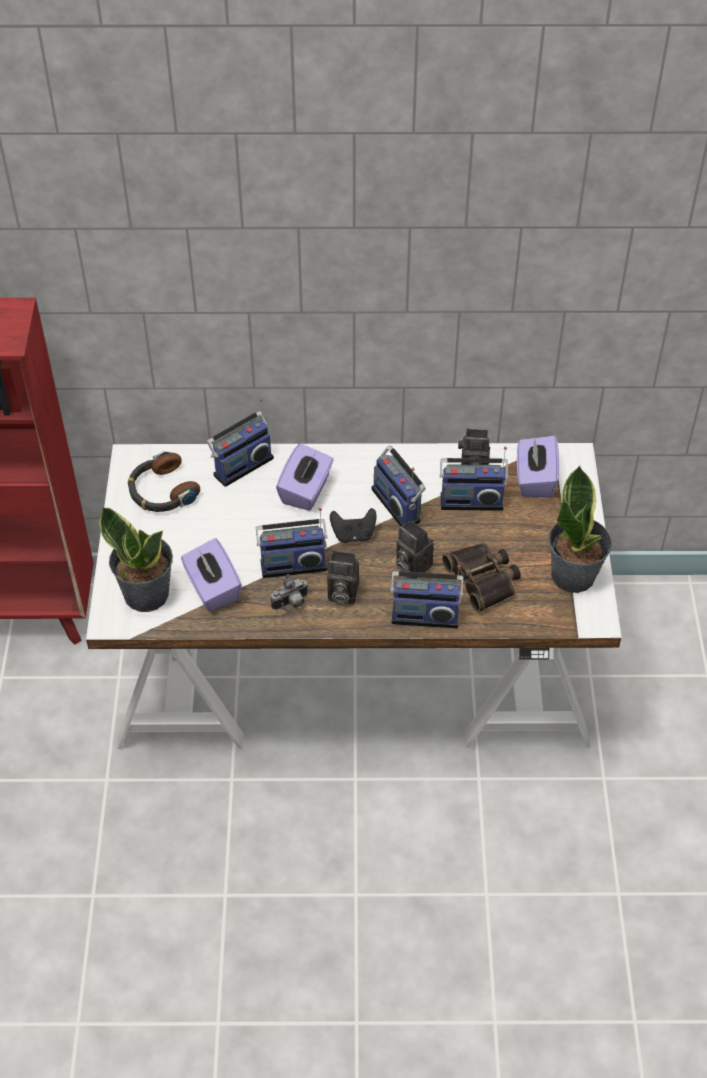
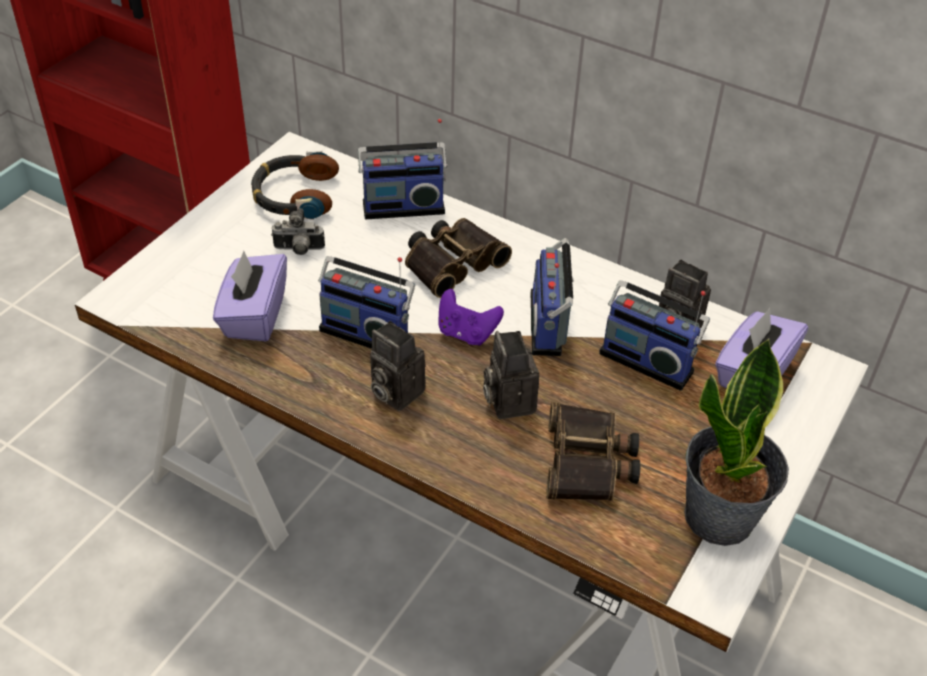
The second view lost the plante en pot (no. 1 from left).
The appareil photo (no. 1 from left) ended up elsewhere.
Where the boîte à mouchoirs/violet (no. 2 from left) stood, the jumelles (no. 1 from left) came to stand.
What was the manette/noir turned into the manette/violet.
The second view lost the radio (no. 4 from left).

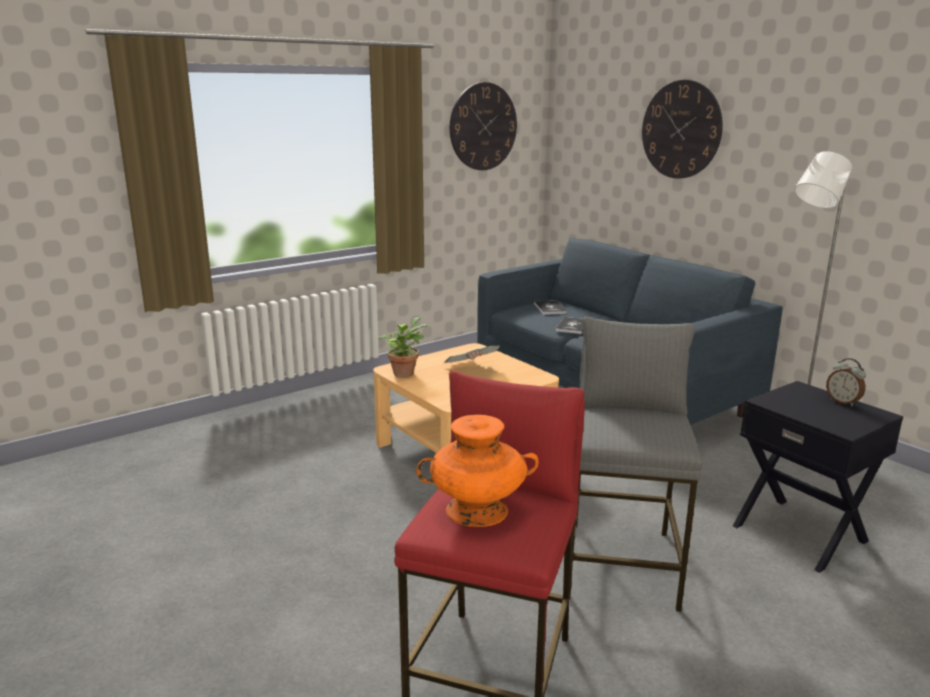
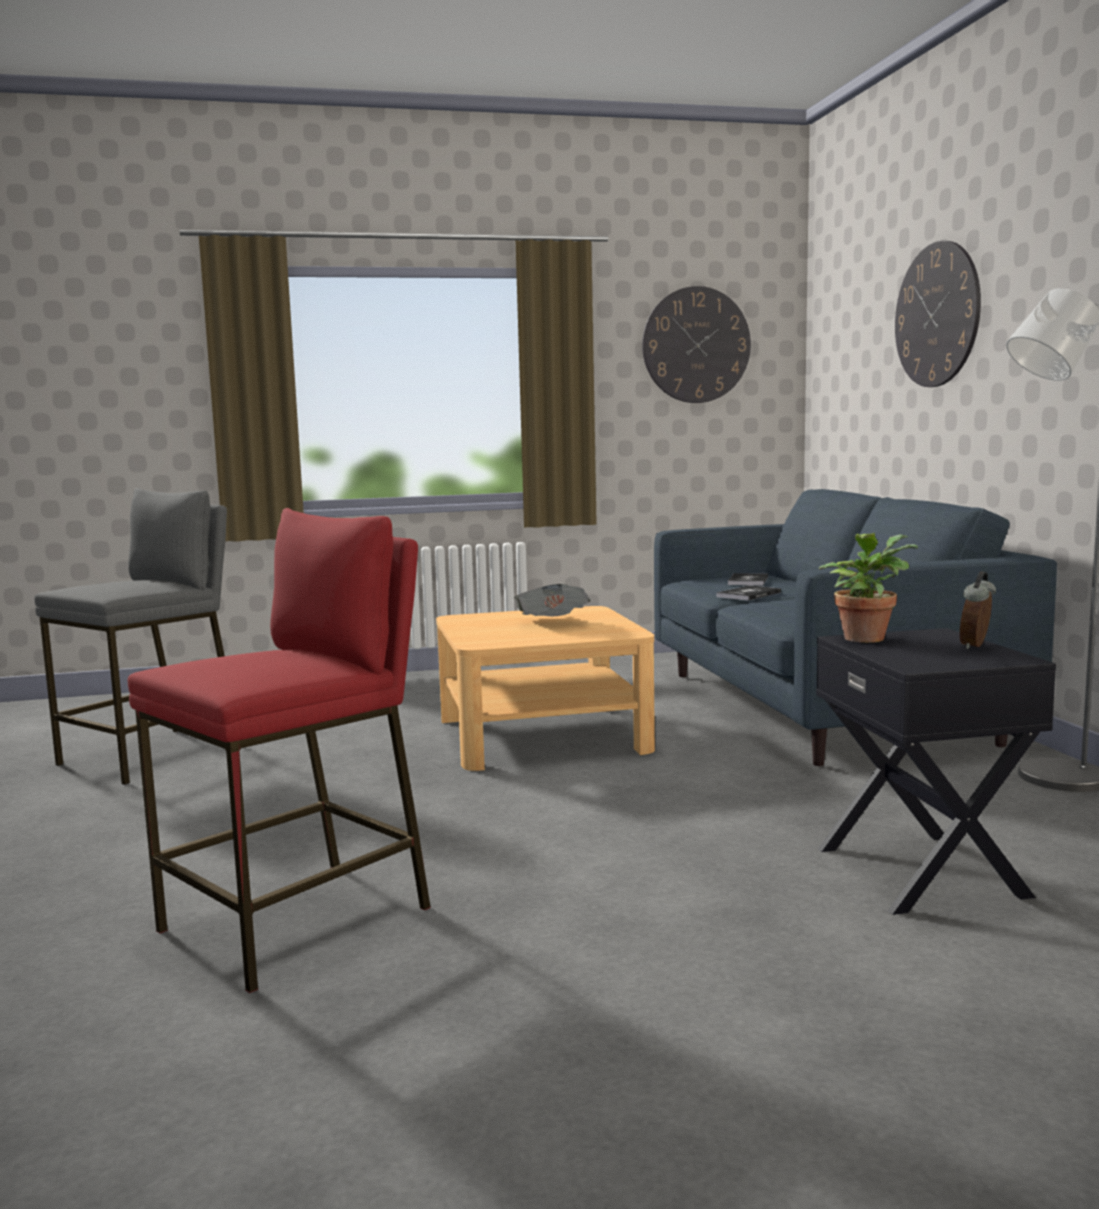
The plante en pot ended up elsewhere.
The second view lost the vase/orange.
The tabouret/gris ended up elsewhere.
The réveil ended up facing another way, 45 degrees clockwise from before.

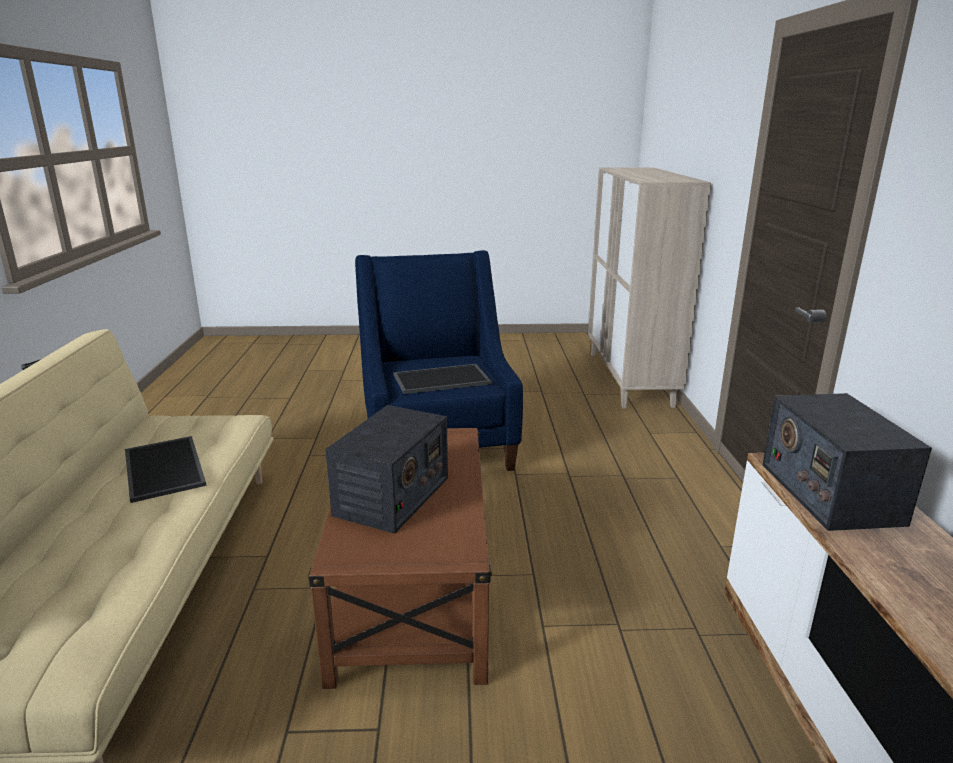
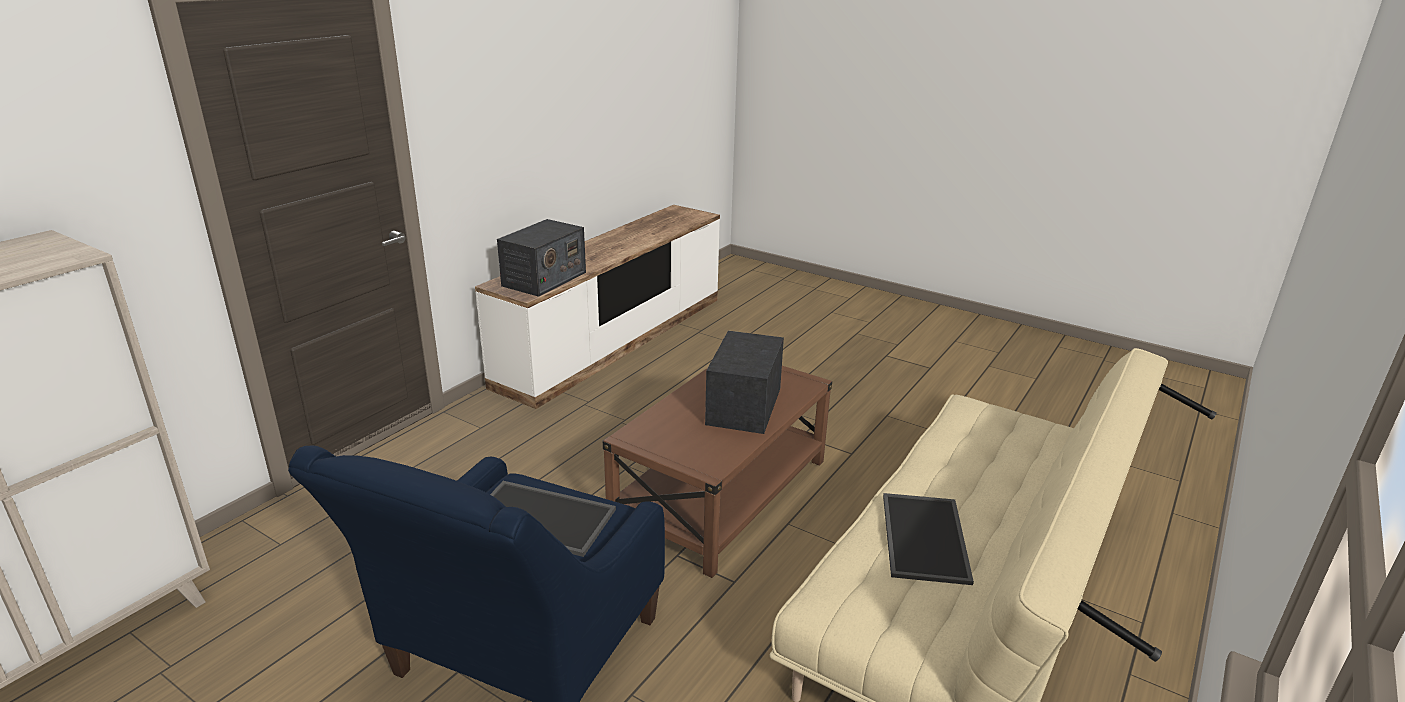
The radio (no. 1 from left in the first image) ended up facing another way, 45 degrees counterclockwise from before.

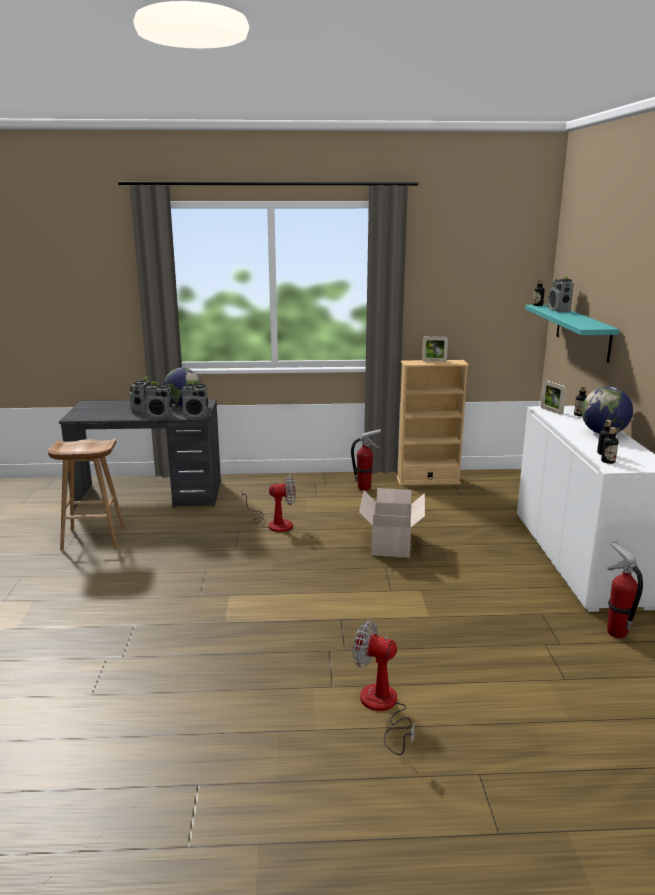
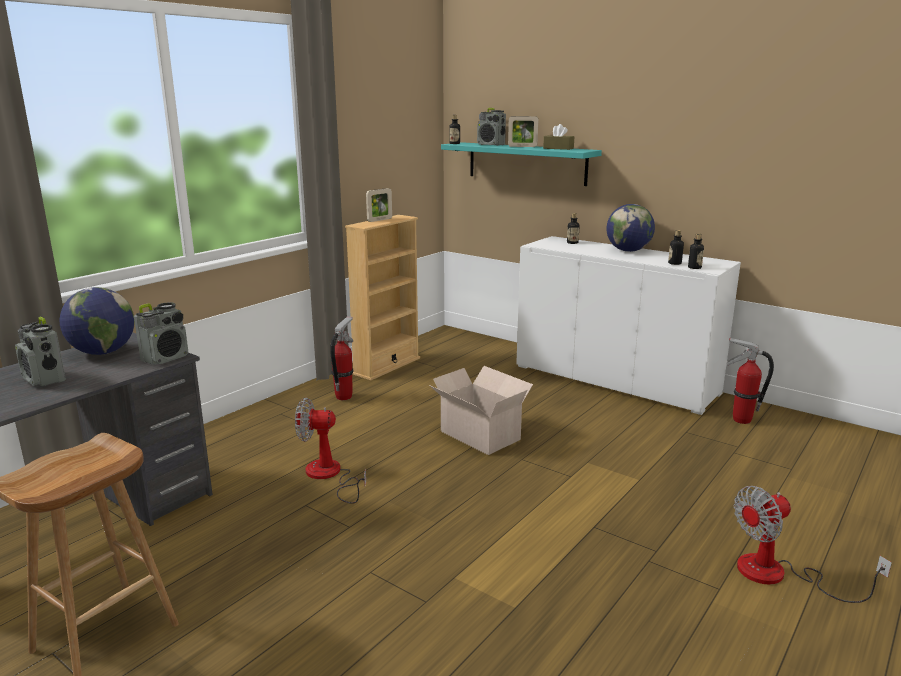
The second view lost the radio (no. 2 from left).
The ventilateur (no. 1 from left) ended up facing another way, 120 degrees counterclockwise from before.
The cadre photo (no. 2 from left) ended up elsewhere.
The second view gained the boîte à mouchoirs/marron.

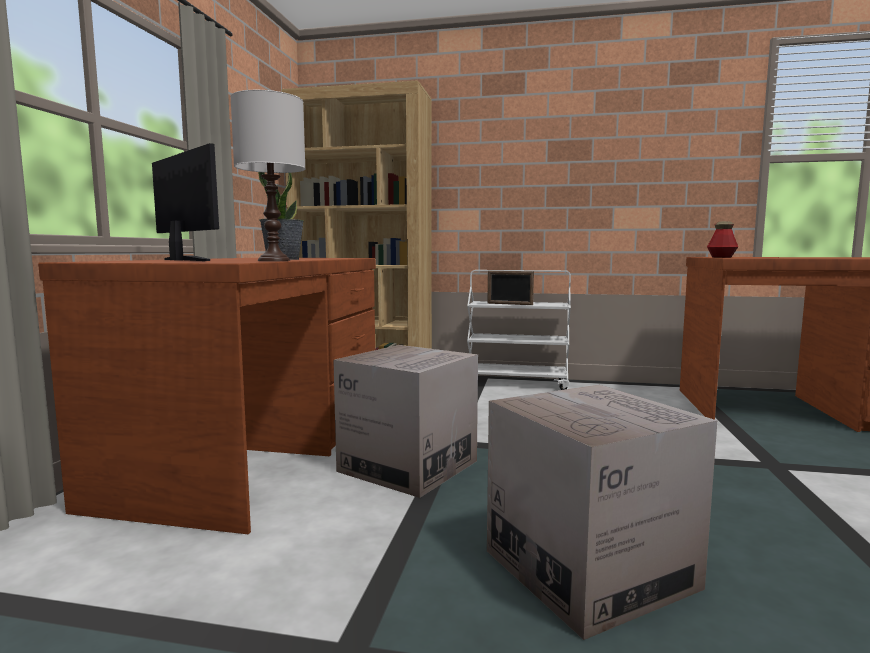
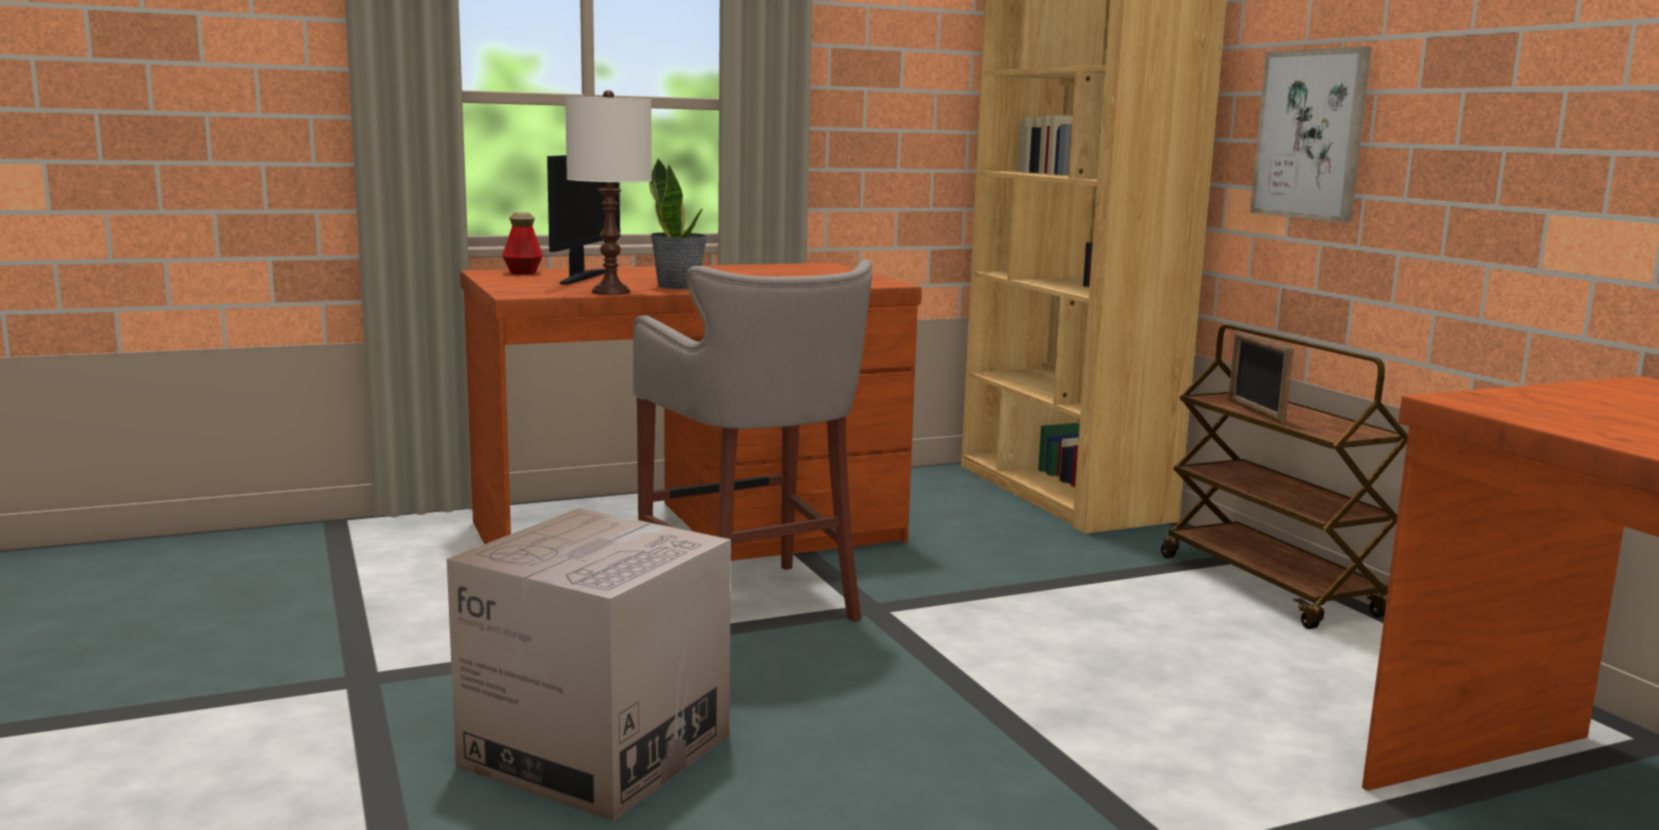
Where the carton (no. 1 from left) stood, the tabouret/gris came to stand.
What was the chariot/blanc turned into the chariot/marron.
The bouteille ended up elsewhere.
The second view gained the tableau.

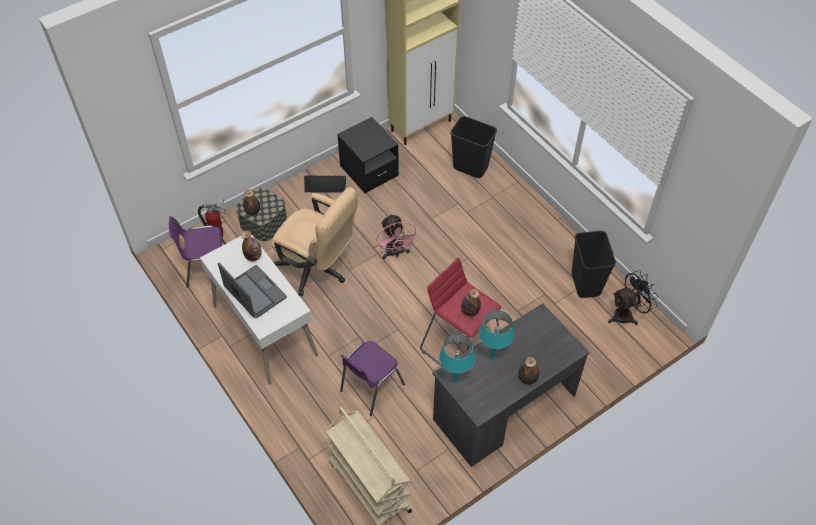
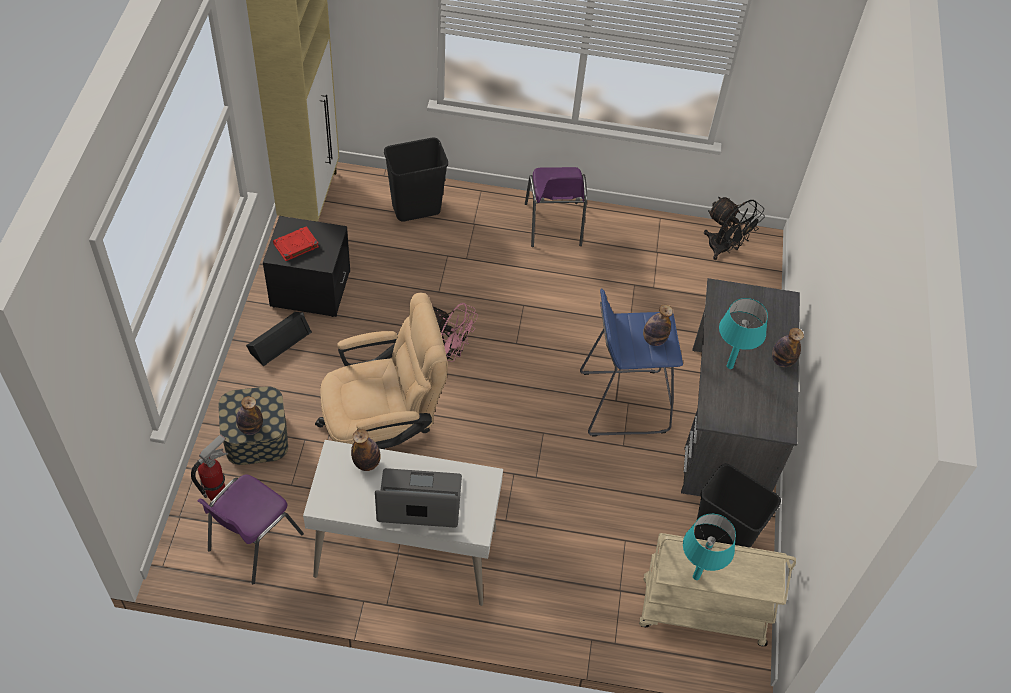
The chaise/violet (no. 2 from left) ended up elsewhere.
What was the tabouret/rouge turned into the tabouret/bleu.
The lampe de table/turquoise (no. 1 from left) ended up elsewhere.
The poubelle/noir (no. 2 from left) ended up elsewhere.
The ventilateur/noir ended up facing another way, 120 degrees clockwise from before.
The second view gained the livre/rouge.

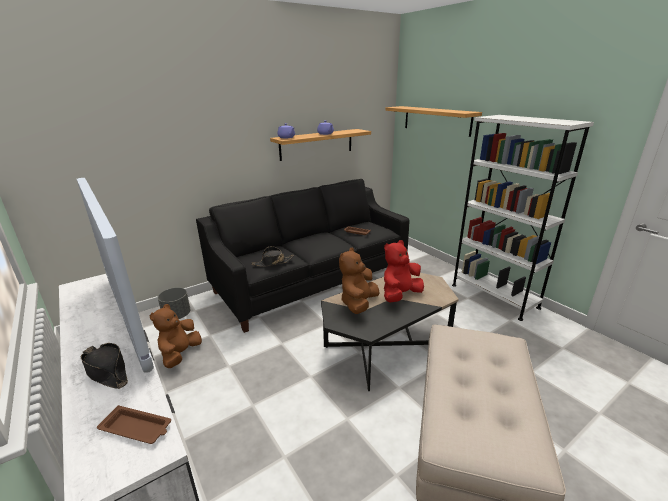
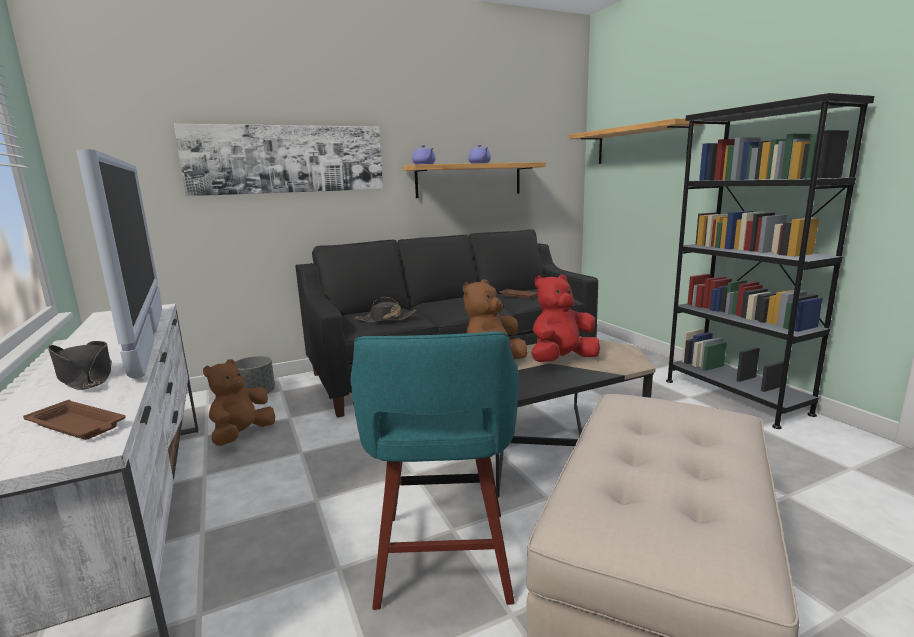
What was the bibliothèque/blanc turned into the bibliothèque/noir.
The second view gained the tableau.
The second view gained the tabouret/turquoise.

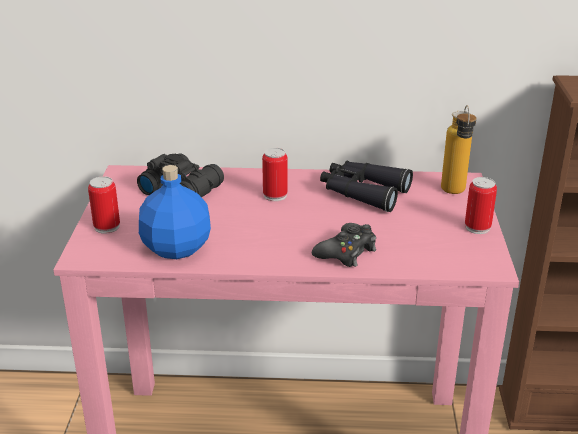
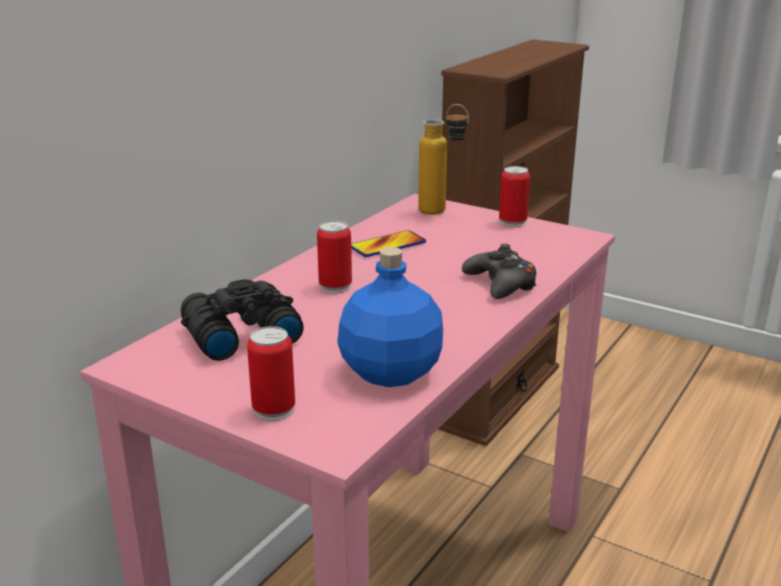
Where the jumelles/noir (no. 2 from left) stood, the téléphone came to stand.

